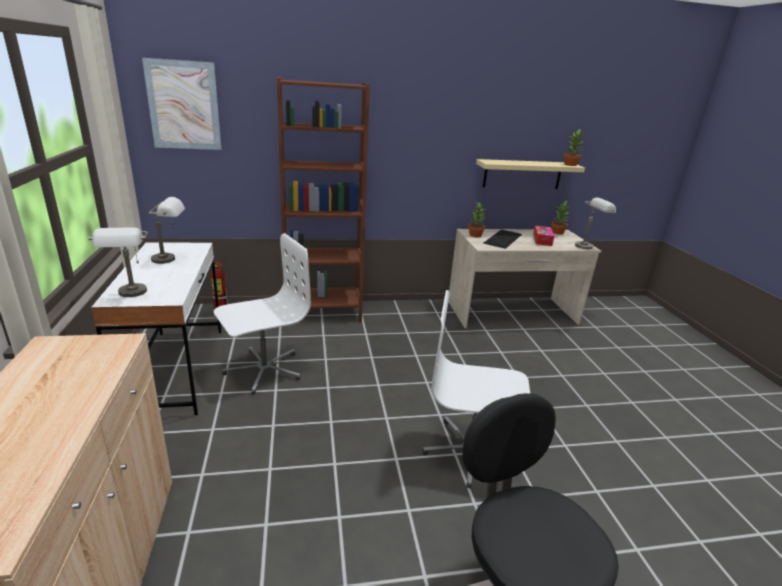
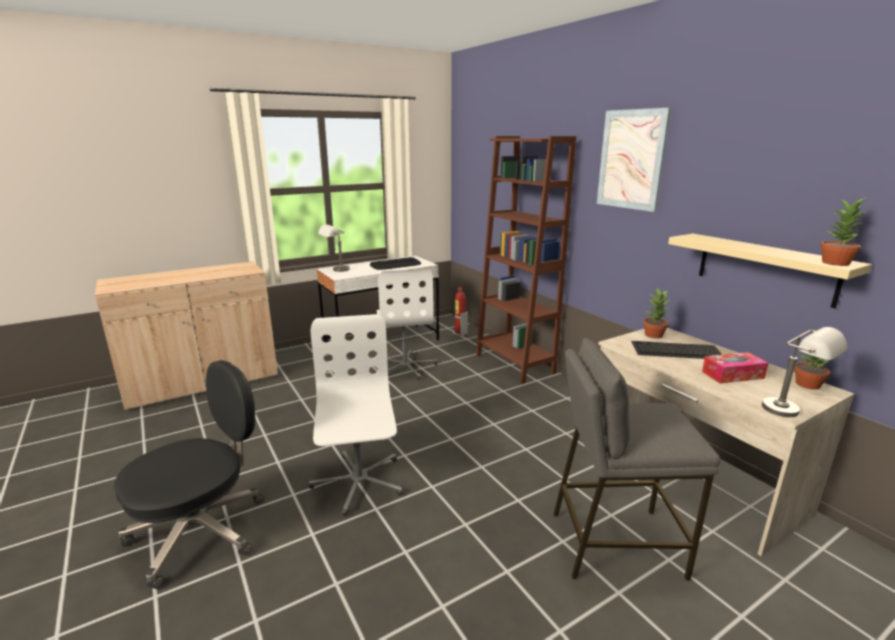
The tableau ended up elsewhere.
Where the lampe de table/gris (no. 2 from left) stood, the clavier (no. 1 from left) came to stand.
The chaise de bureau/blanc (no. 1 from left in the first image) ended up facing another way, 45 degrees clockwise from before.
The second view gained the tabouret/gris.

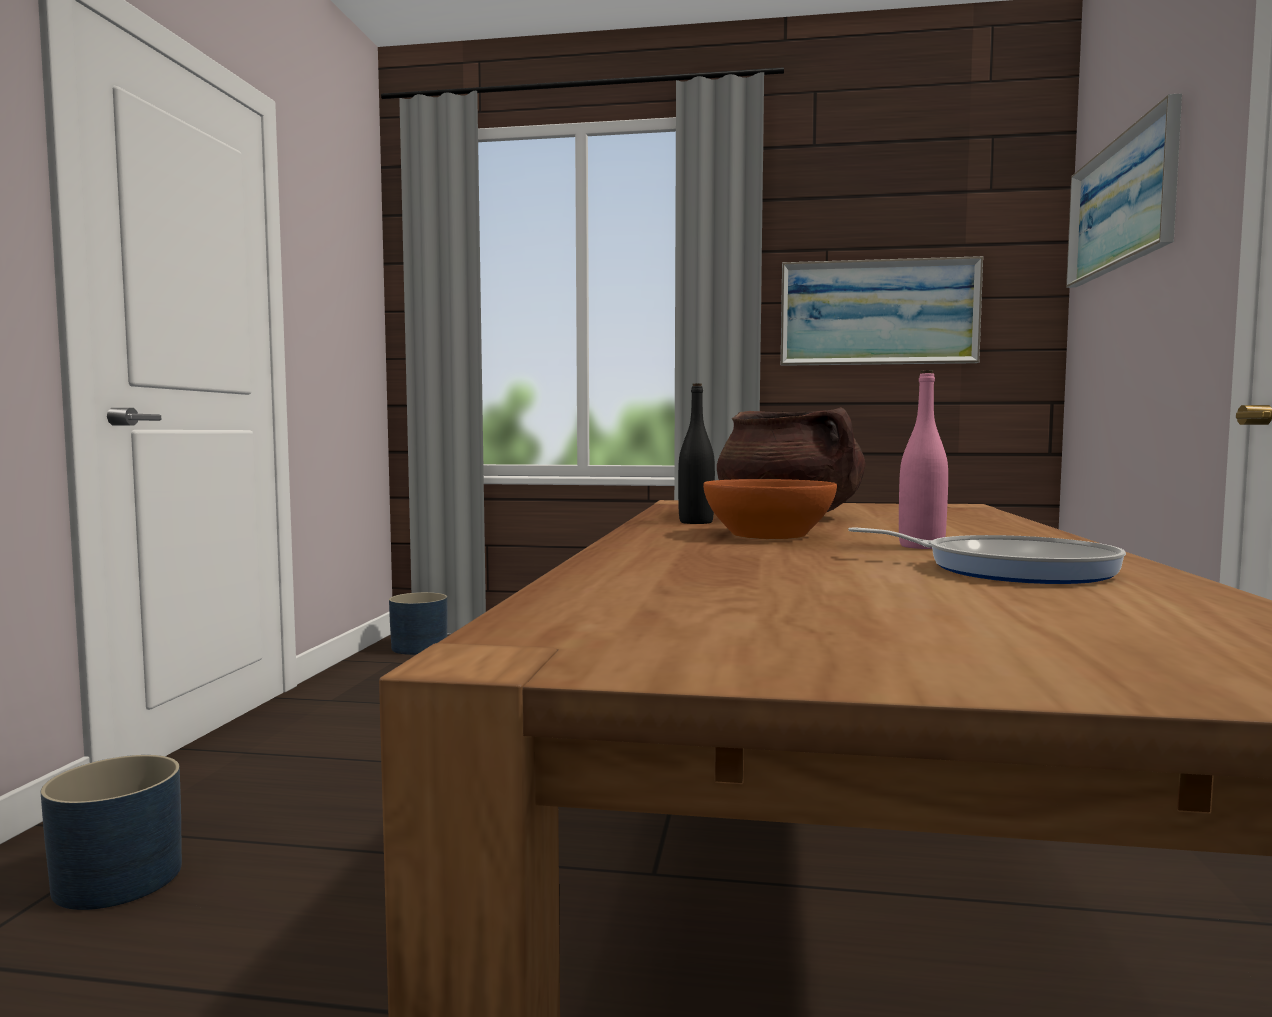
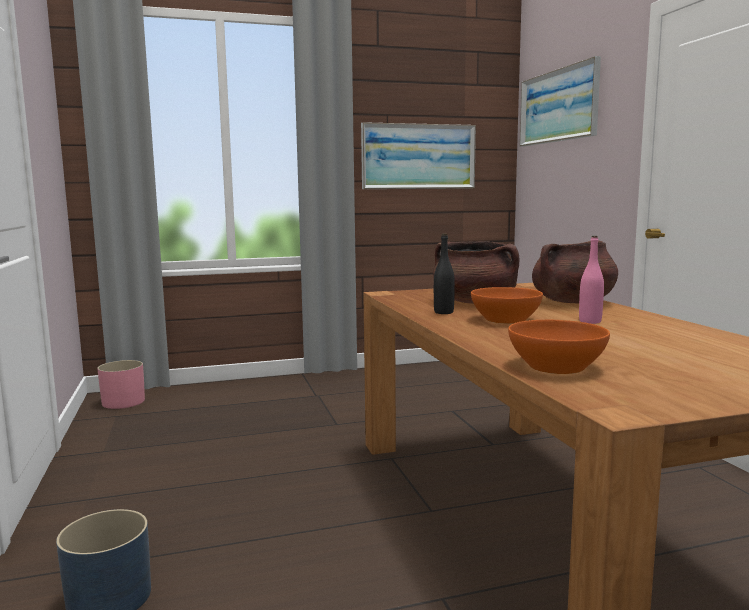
What was the cache-pot/bleu (no. 2 from left) turned into the cache-pot/rose.
The second view lost the poêle.
The second view gained the bol/orange (no. 2 from left).
The second view gained the marmite/marron (no. 2 from left).

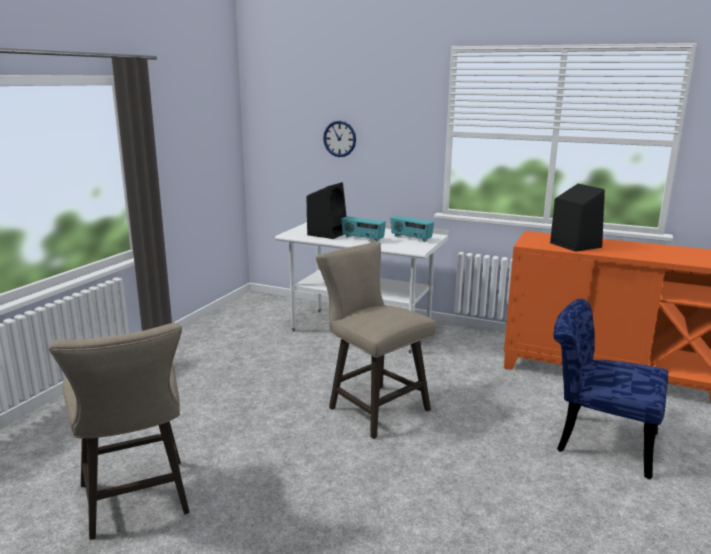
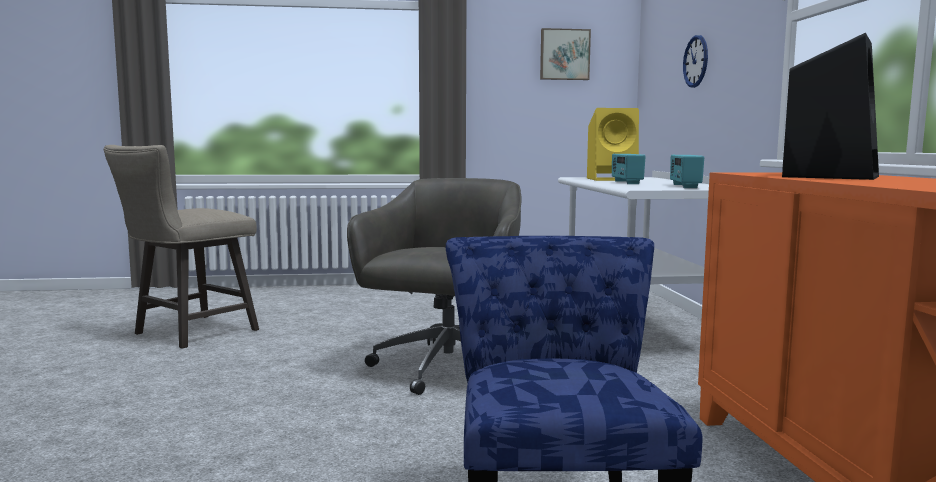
What was the enceinte/noir (no. 1 from left) turned into the enceinte/jaune.
Where the tabouret/beige (no. 2 from left) stood, the chaise de bureau/gris came to stand.
The second view gained the tableau.

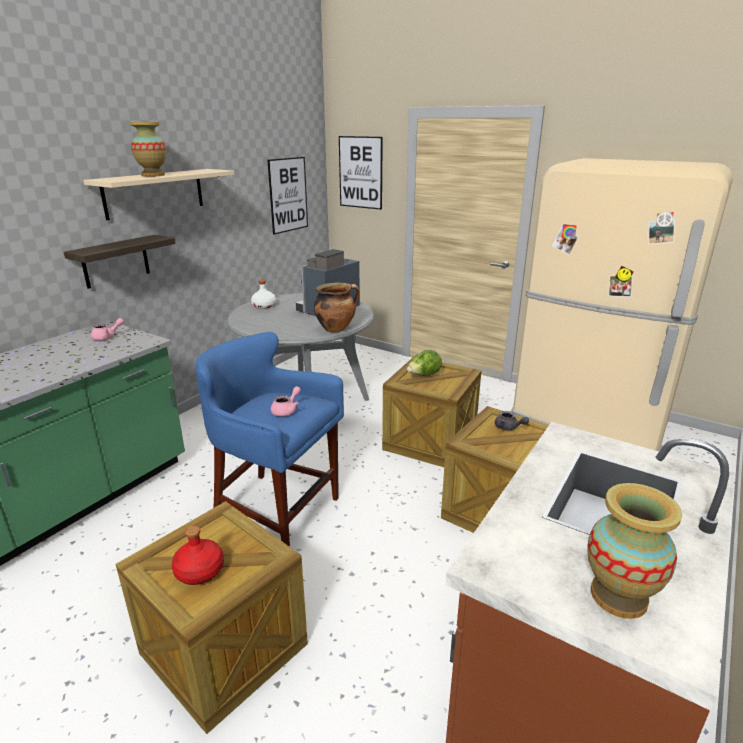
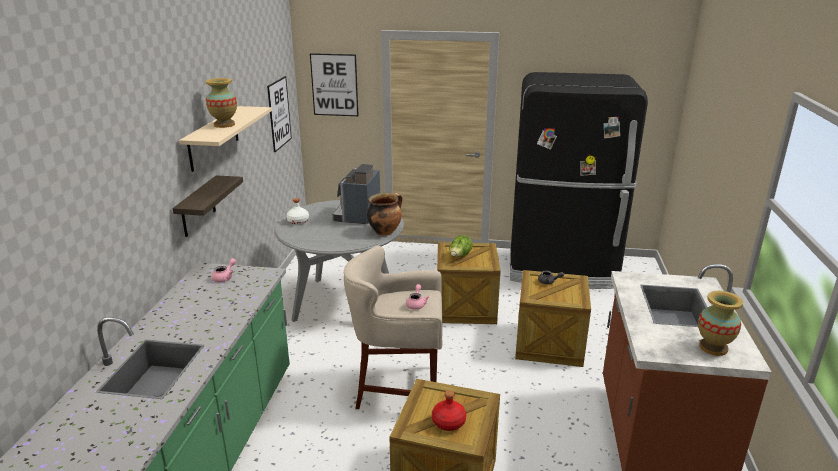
What was the tabouret/bleu turned into the tabouret/beige.
What was the réfrigérateur/beige turned into the réfrigérateur/noir.

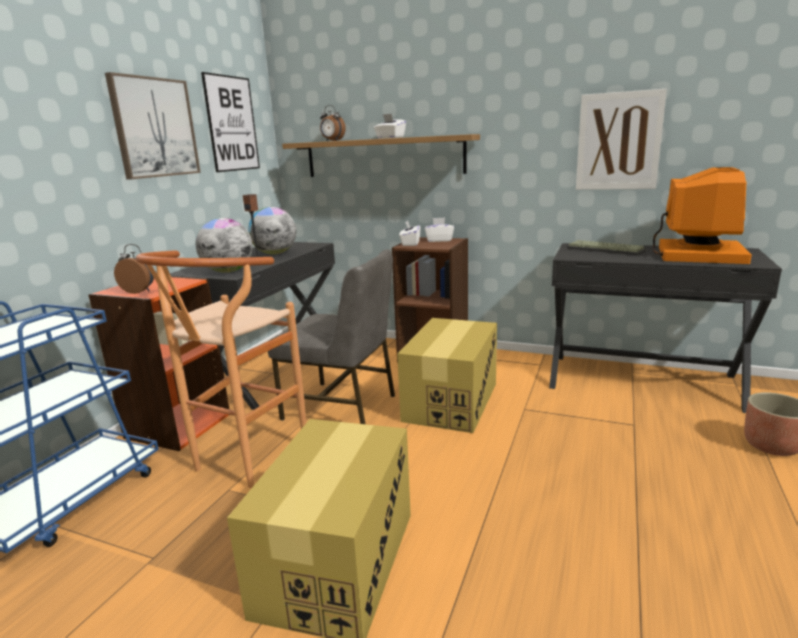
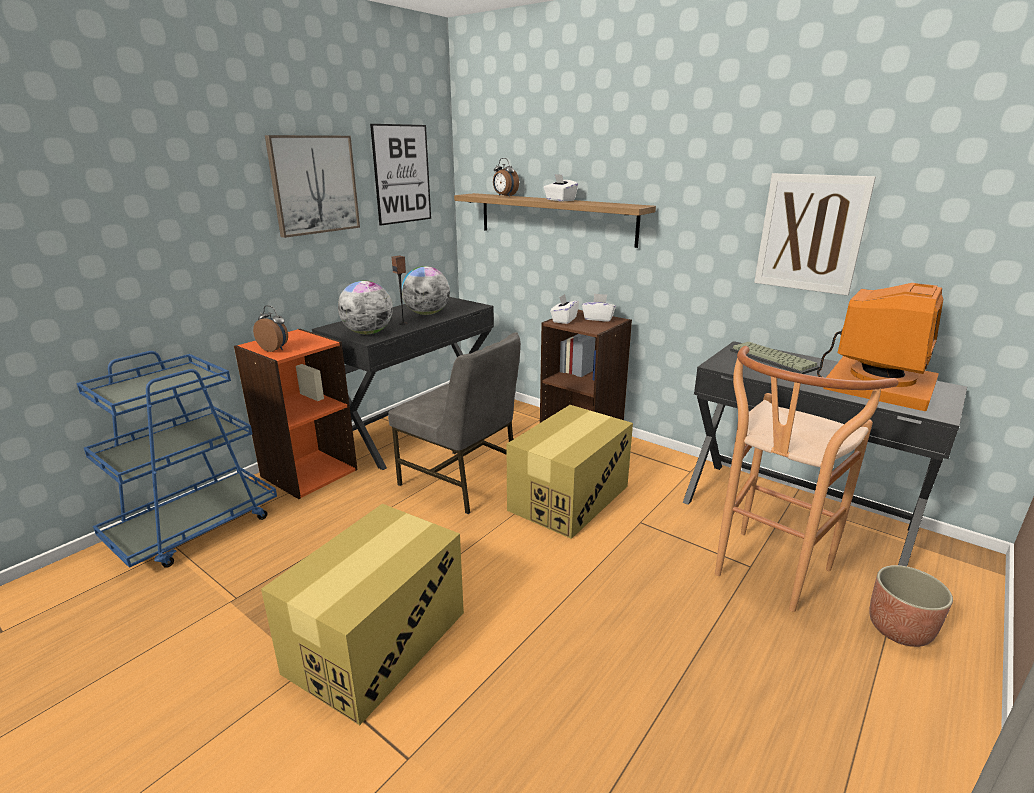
The tabouret/marron ended up elsewhere.

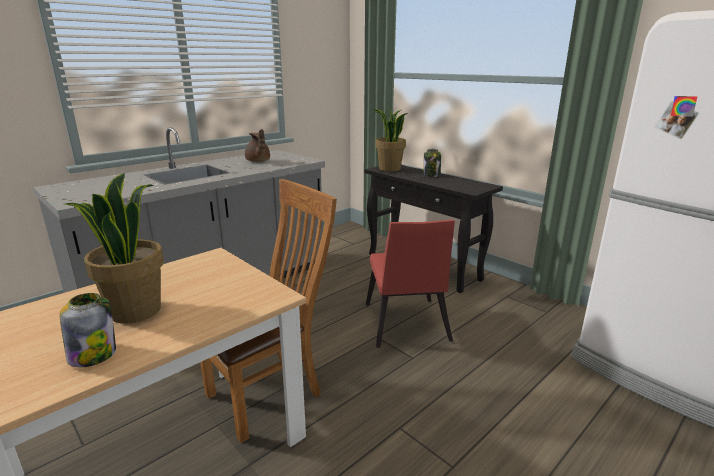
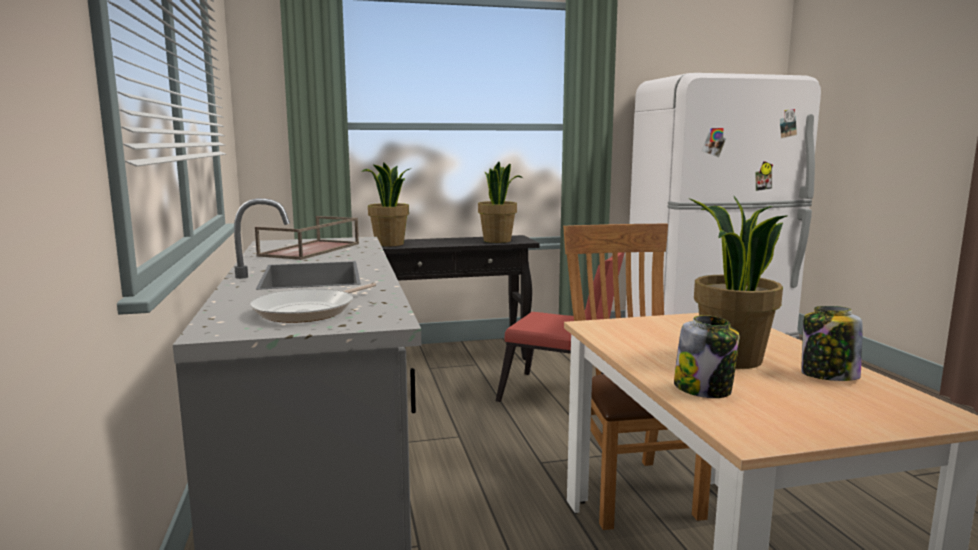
Where the théière/marron stood, the plateau/marron came to stand.
The bocal (no. 2 from left in the first image) ended up elsewhere.
The second view gained the poêle.
The second view gained the plante en pot (no. 2 from left).

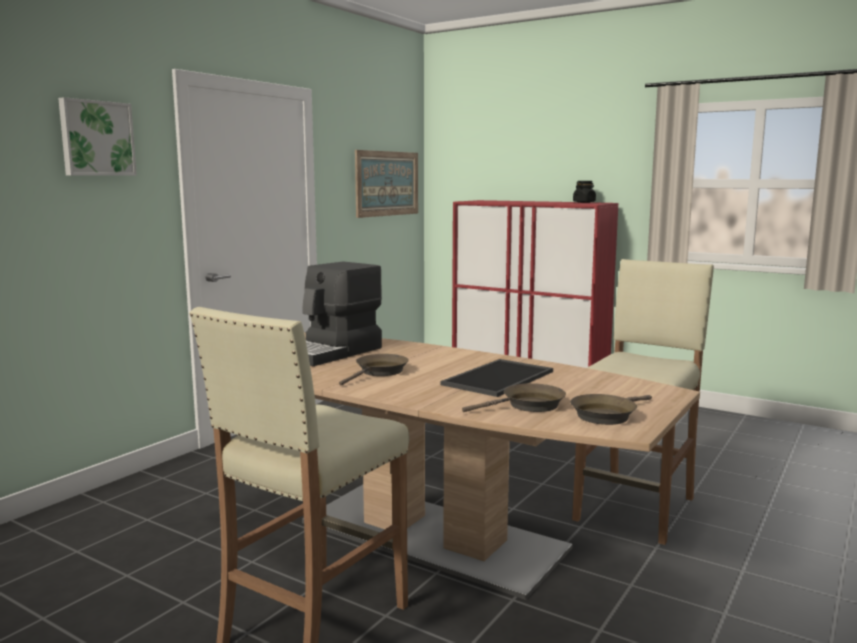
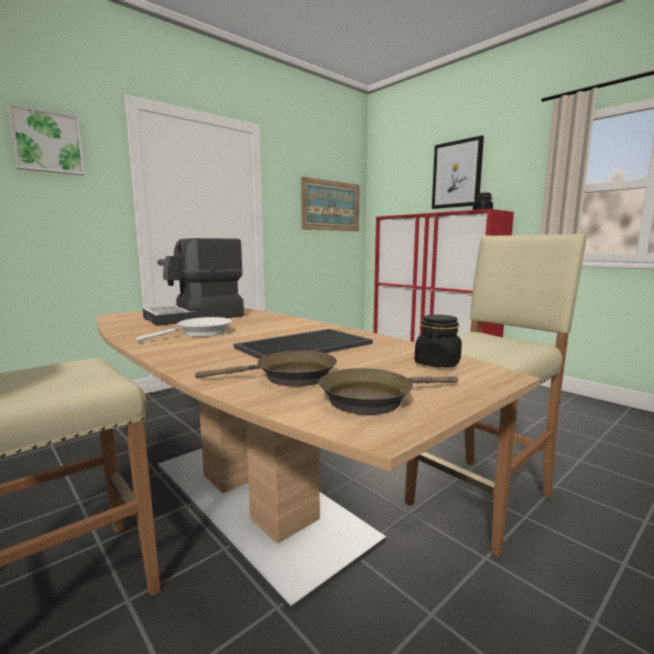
What was the poêle/marron (no. 1 from left) turned into the poêle/blanc.
The second view gained the bocal/noir (no. 1 from left).
The second view gained the tableau (no. 3 from left).

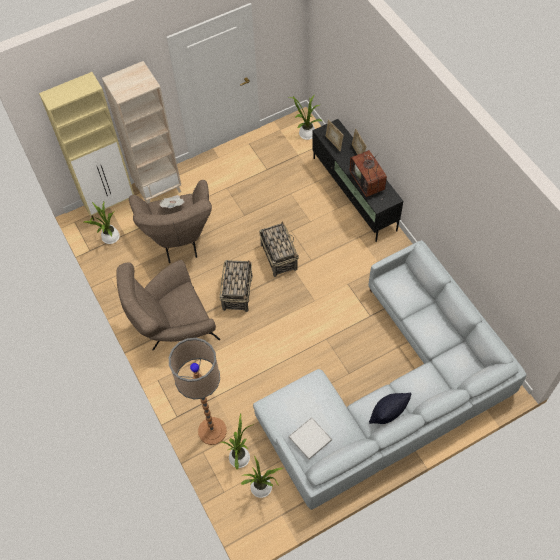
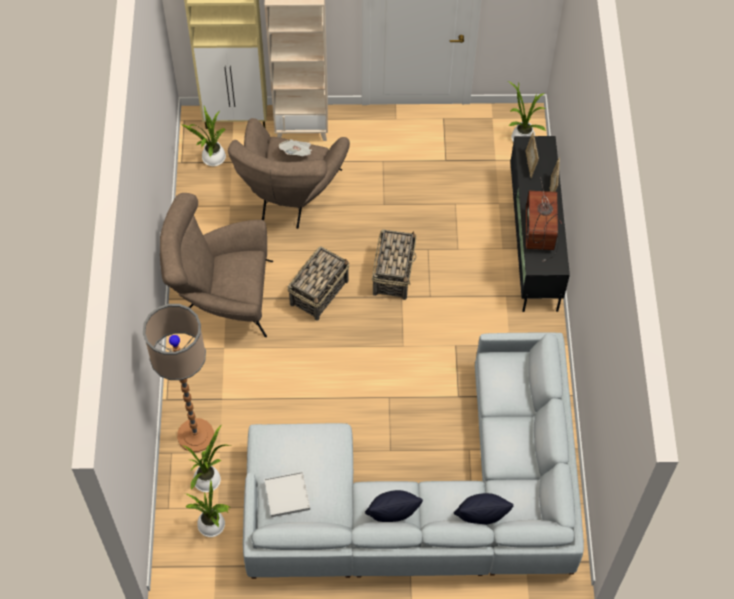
The second view gained the coussin/noir (no. 2 from left).

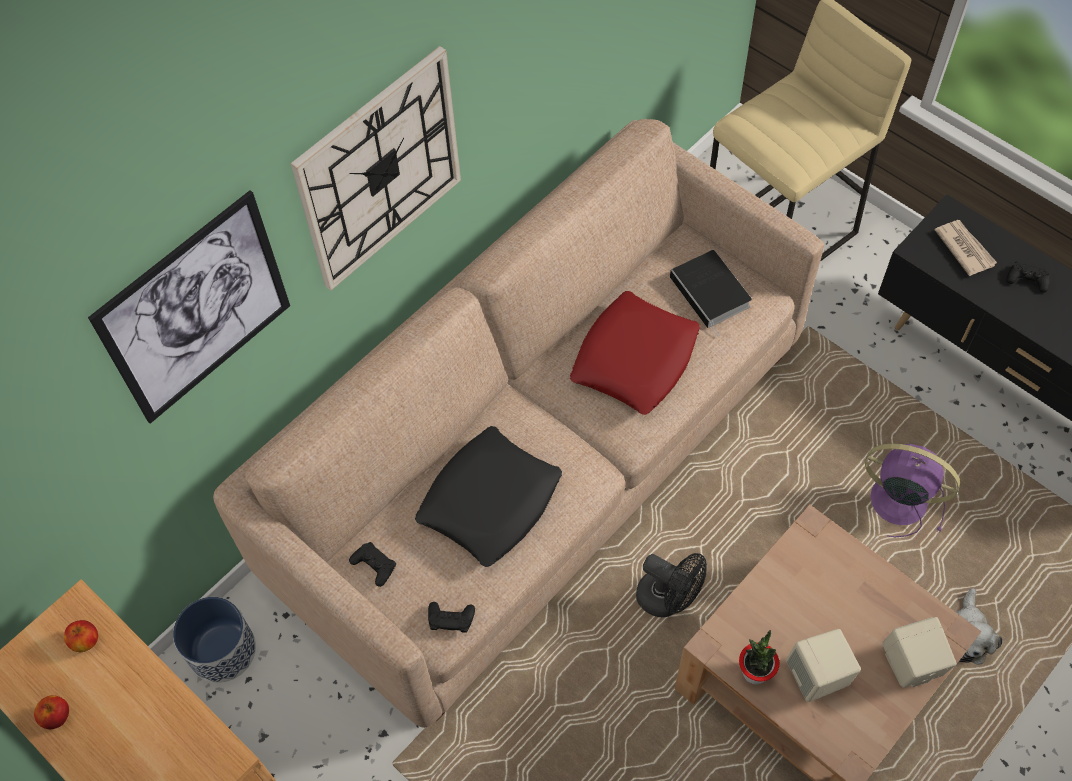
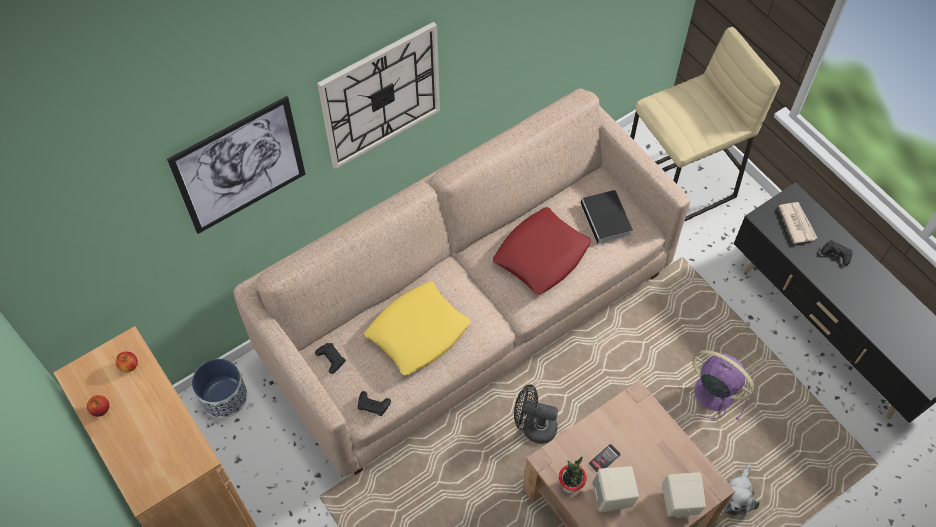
What was the coussin/noir turned into the coussin/jaune.
The ventilateur/noir ended up facing another way, 150 degrees clockwise from before.
The second view gained the téléphone.

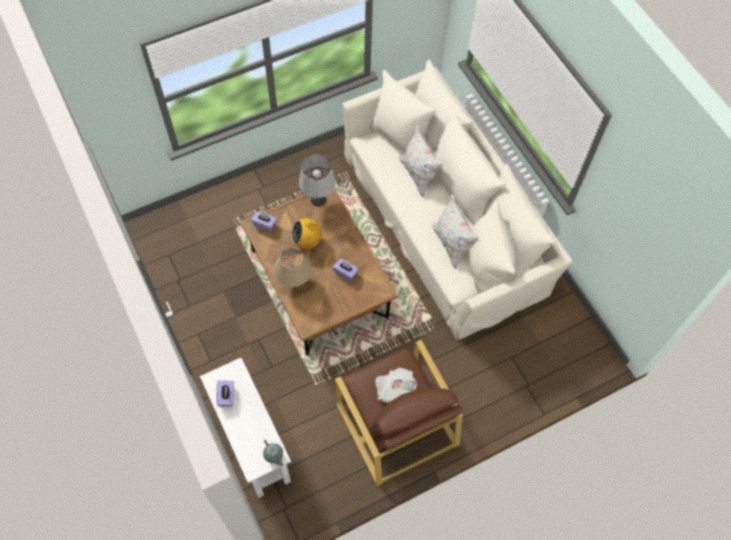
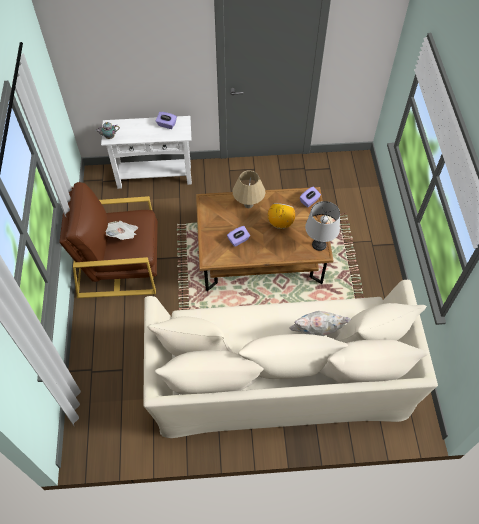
The second view lost the coussin/blanc (no. 2 from left).

